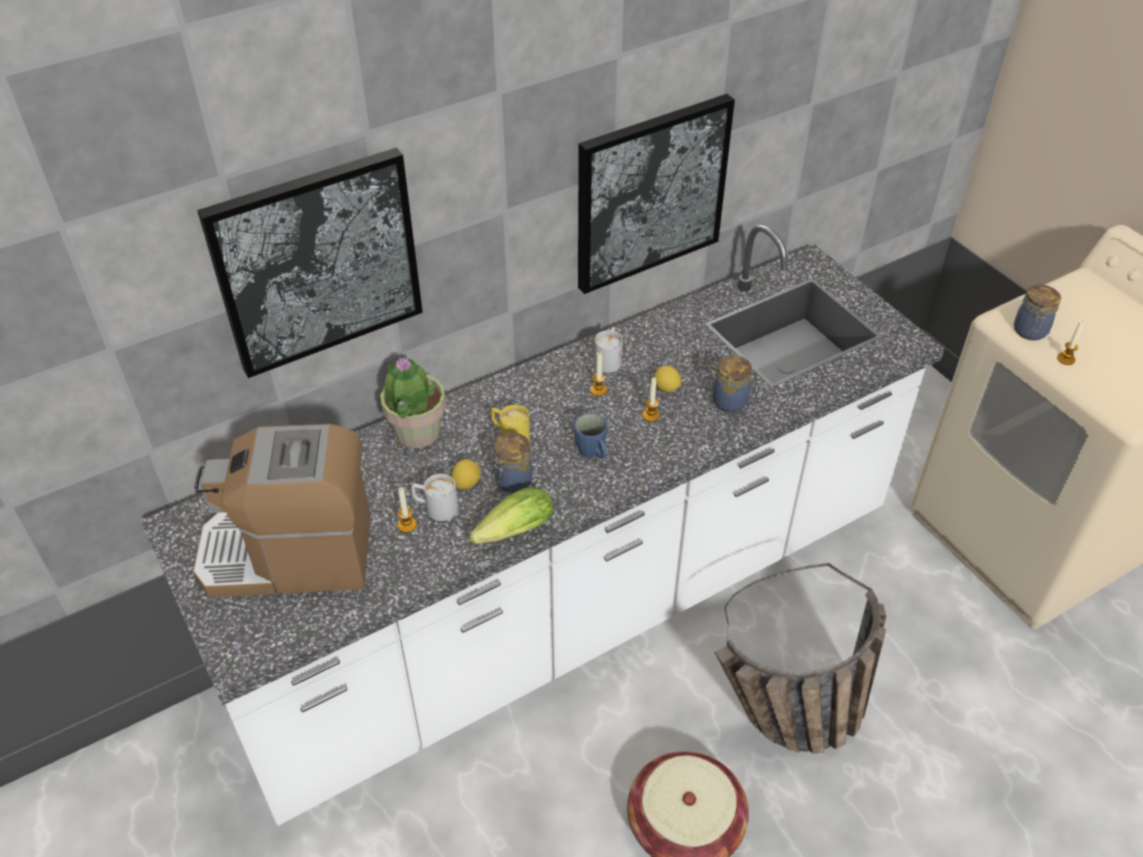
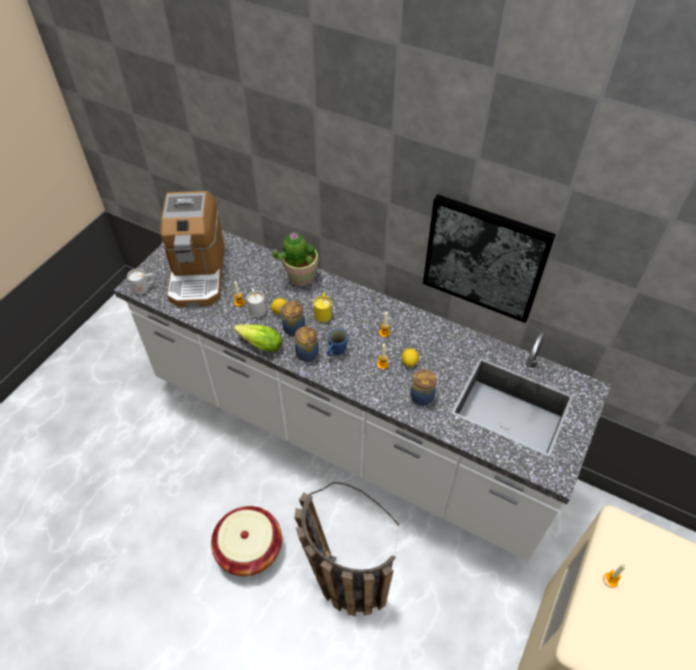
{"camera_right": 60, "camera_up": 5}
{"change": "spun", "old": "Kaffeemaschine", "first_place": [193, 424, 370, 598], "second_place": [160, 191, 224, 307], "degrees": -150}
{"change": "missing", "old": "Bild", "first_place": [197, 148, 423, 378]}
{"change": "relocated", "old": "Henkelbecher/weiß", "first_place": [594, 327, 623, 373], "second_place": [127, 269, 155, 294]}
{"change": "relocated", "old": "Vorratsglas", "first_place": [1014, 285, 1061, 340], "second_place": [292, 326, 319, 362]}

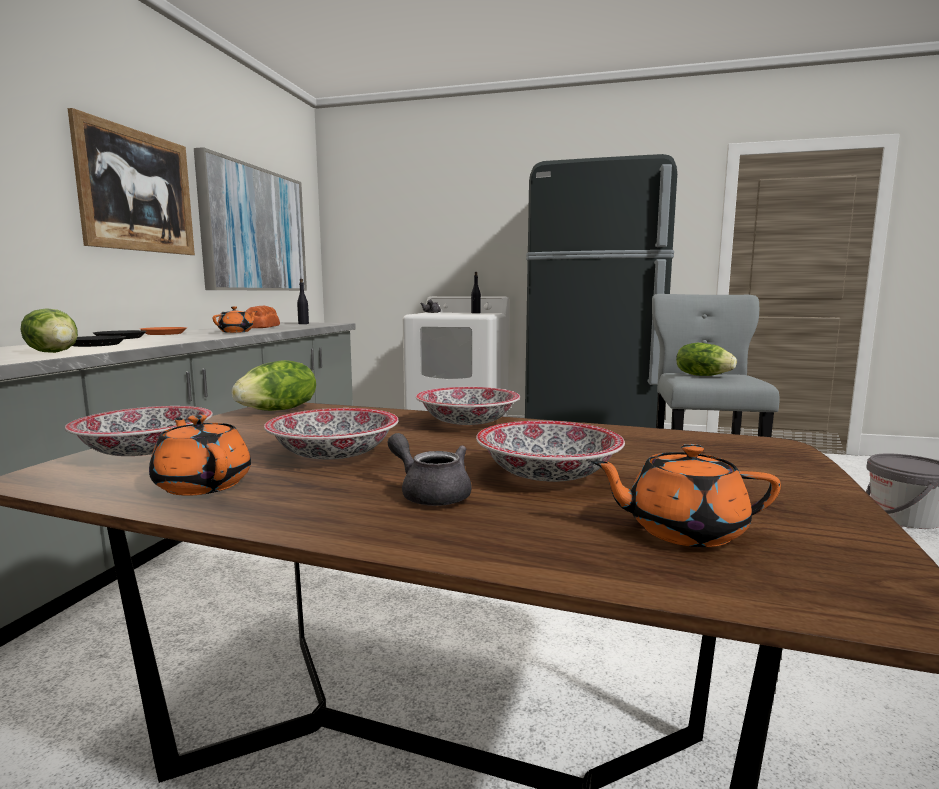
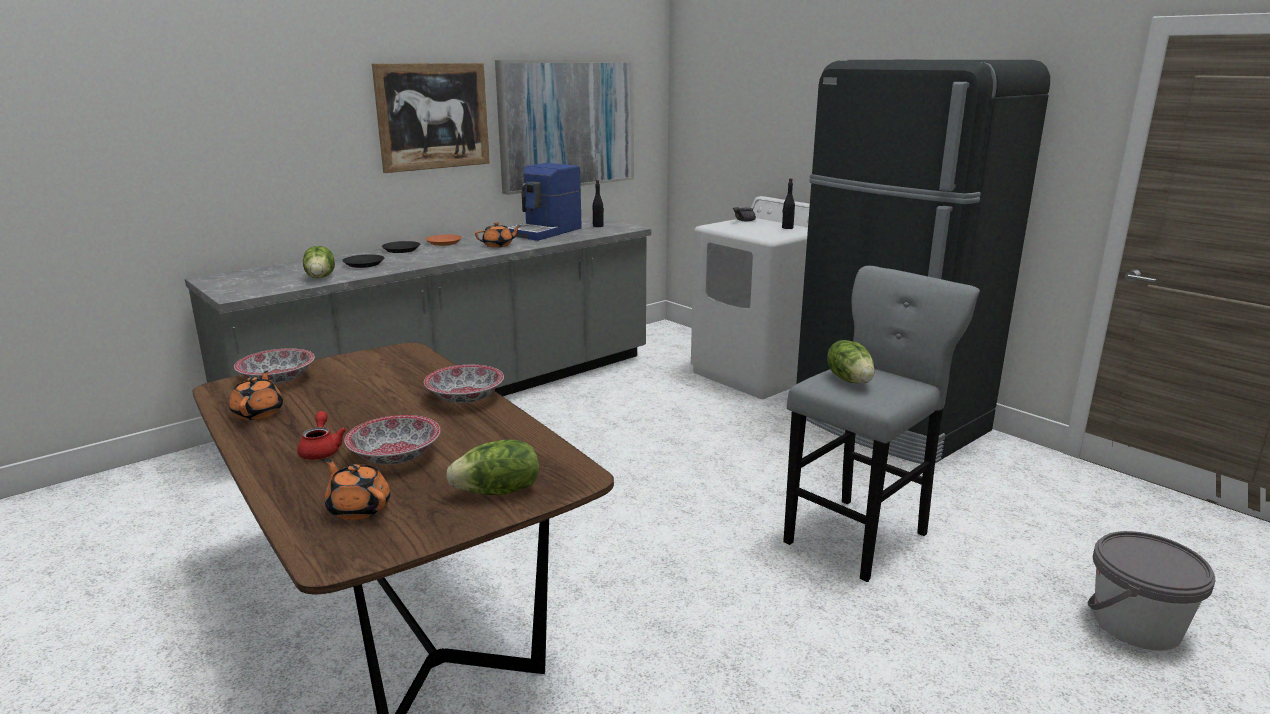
{"camera_right": 35, "camera_up": 10}
{"change": "relocated", "old": "Salatkopf", "first_place": [232, 360, 316, 411], "second_place": [446, 440, 539, 495]}
{"change": "exchanged", "old": "Brot", "new": "Kaffeemaschine", "first_place": [246, 306, 280, 328], "second_place": [508, 163, 582, 241]}
{"change": "missing", "old": "Schüssel", "first_place": [264, 408, 399, 460]}
{"change": "colour", "old": "Teekanne/grau", "new": "Teekanne/rot", "first_place": [388, 433, 472, 506], "second_place": [297, 411, 347, 460]}

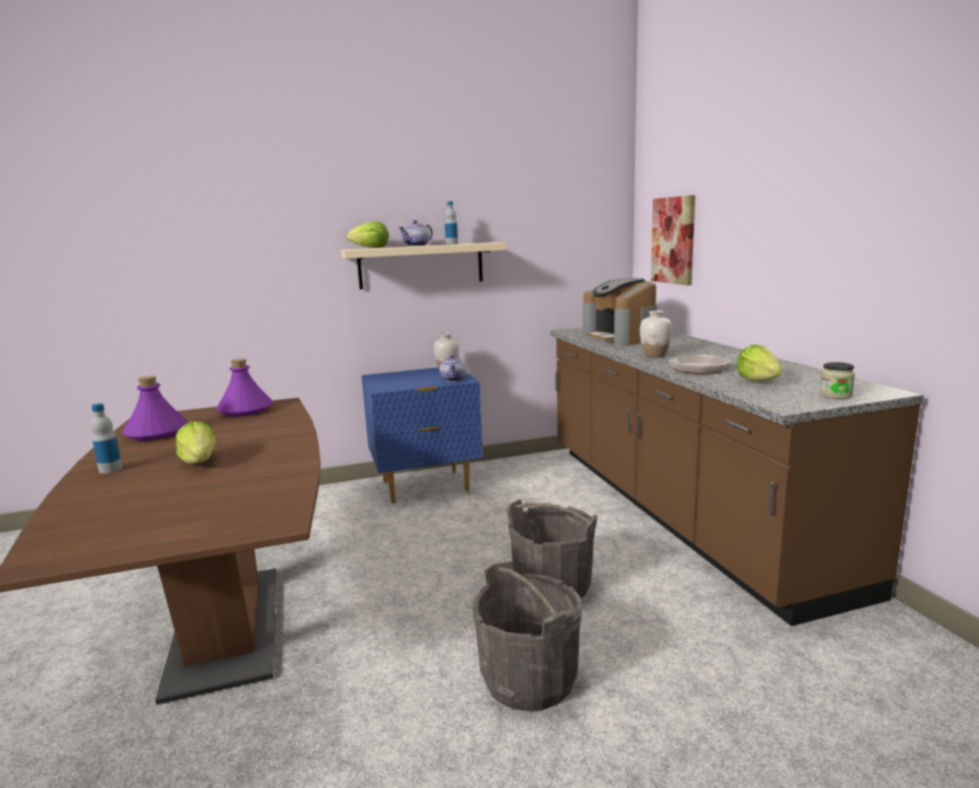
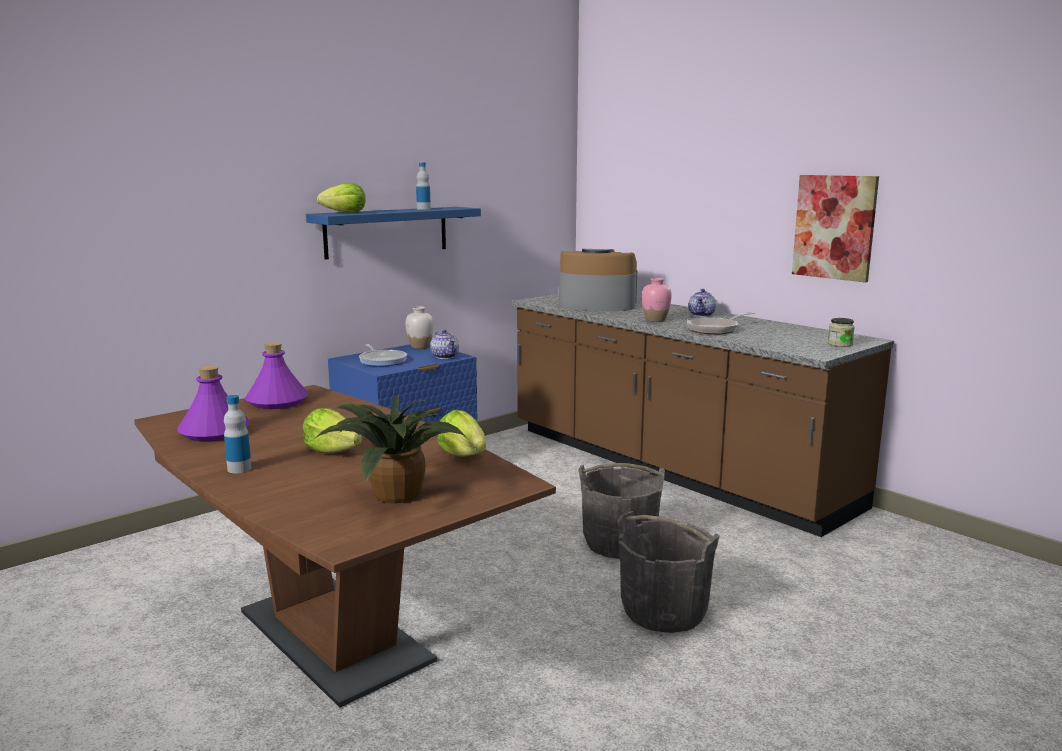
{"camera_right": -25, "camera_up": 0}
{"change": "colour", "old": "Wandregal/beige", "new": "Wandregal/blau", "first_place": [341, 242, 506, 289], "second_place": [306, 207, 481, 260]}
{"change": "relocated", "old": "Teekanne", "first_place": [399, 220, 433, 247], "second_place": [689, 289, 716, 317]}
{"change": "spun", "old": "Kaffeemaschine", "first_place": [583, 278, 657, 346], "second_place": [559, 249, 637, 311], "degrees": 150}
{"change": "colour", "old": "Vase/weiß", "new": "Vase/rosa", "first_place": [640, 310, 672, 357], "second_place": [642, 278, 672, 322]}
{"change": "relocated", "old": "Bild", "first_place": [651, 195, 695, 286], "second_place": [792, 175, 879, 282]}
{"change": "relocated", "old": "Salatkopf", "first_place": [737, 344, 782, 381], "second_place": [438, 410, 486, 457]}
{"change": "appeared", "new": "Topfpflanze", "second_place": [314, 395, 468, 503]}
{"change": "appeared", "new": "Pfanne", "second_place": [359, 344, 407, 367]}

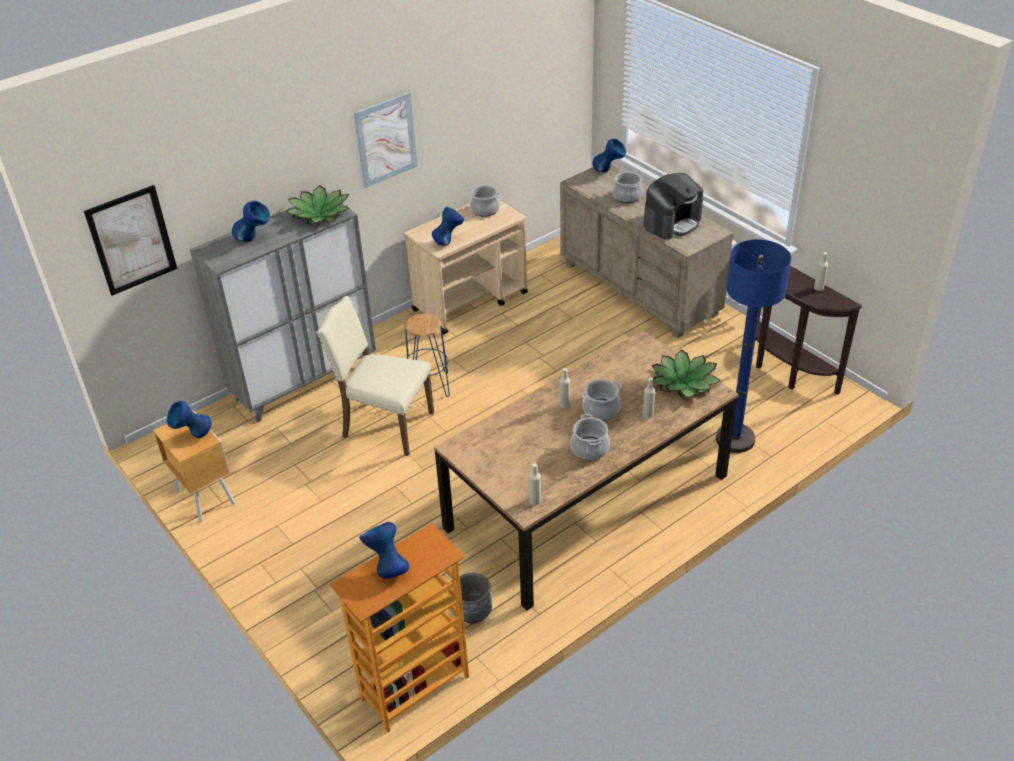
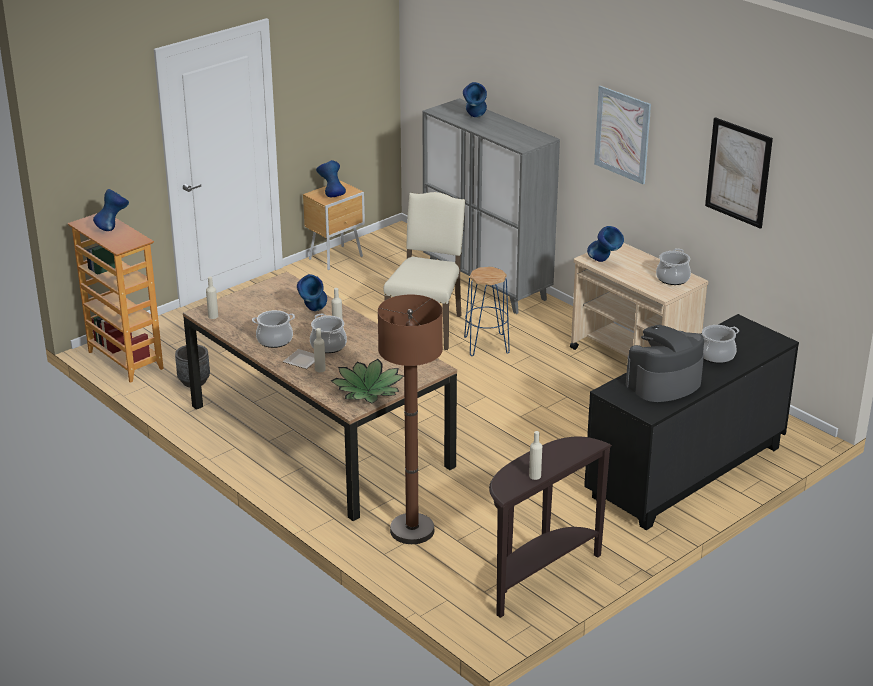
{"camera_right": 85, "camera_up": -10}
{"change": "relocated", "old": "Bild", "first_place": [84, 185, 177, 296], "second_place": [705, 117, 773, 229]}
{"change": "missing", "old": "Topfpflanze", "first_place": [286, 185, 350, 225]}
{"change": "colour", "old": "Kommode/beige", "new": "Kommode/schwarz", "first_place": [560, 165, 733, 338], "second_place": [584, 314, 799, 530]}
{"change": "relocated", "old": "Vase/blau", "first_place": [593, 138, 626, 172], "second_place": [297, 274, 327, 311]}
{"change": "spun", "old": "Kaffeemaschine", "first_place": [644, 173, 703, 240], "second_place": [626, 325, 704, 402], "degrees": 105}
{"change": "colour", "old": "Stehlampe/blau", "new": "Stehlampe/braun", "first_place": [716, 239, 791, 453], "second_place": [378, 295, 443, 544]}
{"change": "appeared", "new": "Teller", "second_place": [283, 349, 315, 369]}

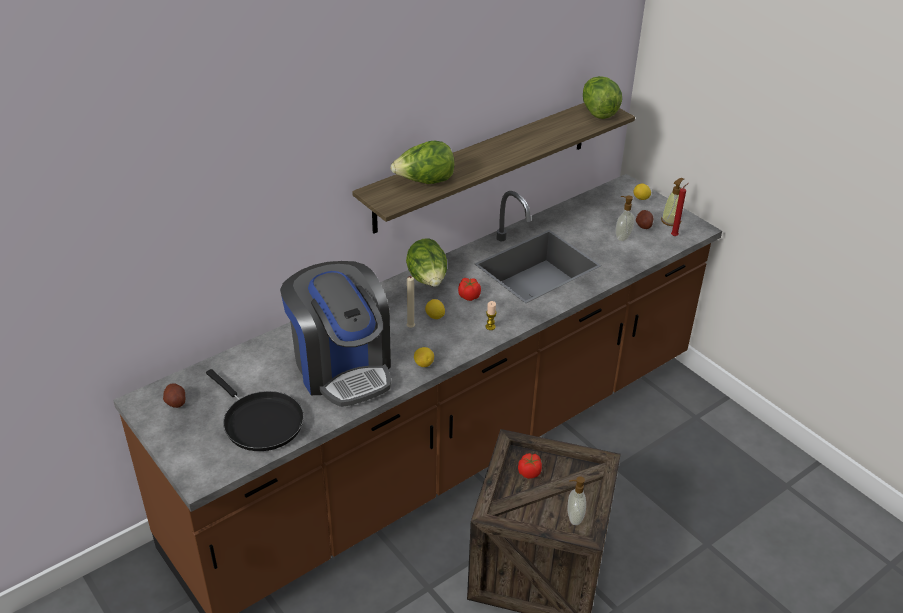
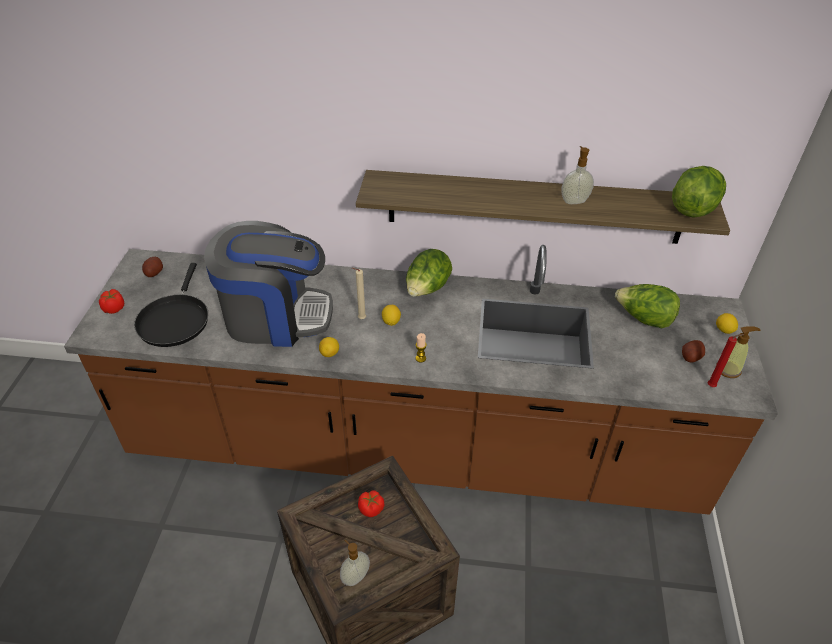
{"camera_right": 45, "camera_up": 5}
{"change": "spun", "old": "Kaffeemaschine", "first_place": [280, 261, 391, 407], "second_place": [204, 221, 333, 347], "degrees": -105}
{"change": "relocated", "old": "Salatkopf", "first_place": [390, 141, 455, 184], "second_place": [615, 284, 680, 328]}
{"change": "relocated", "old": "Tomate", "first_place": [458, 278, 481, 301], "second_place": [99, 289, 124, 314]}
{"change": "relocated", "old": "Seifenspender", "first_place": [615, 196, 635, 241], "second_place": [561, 146, 594, 204]}

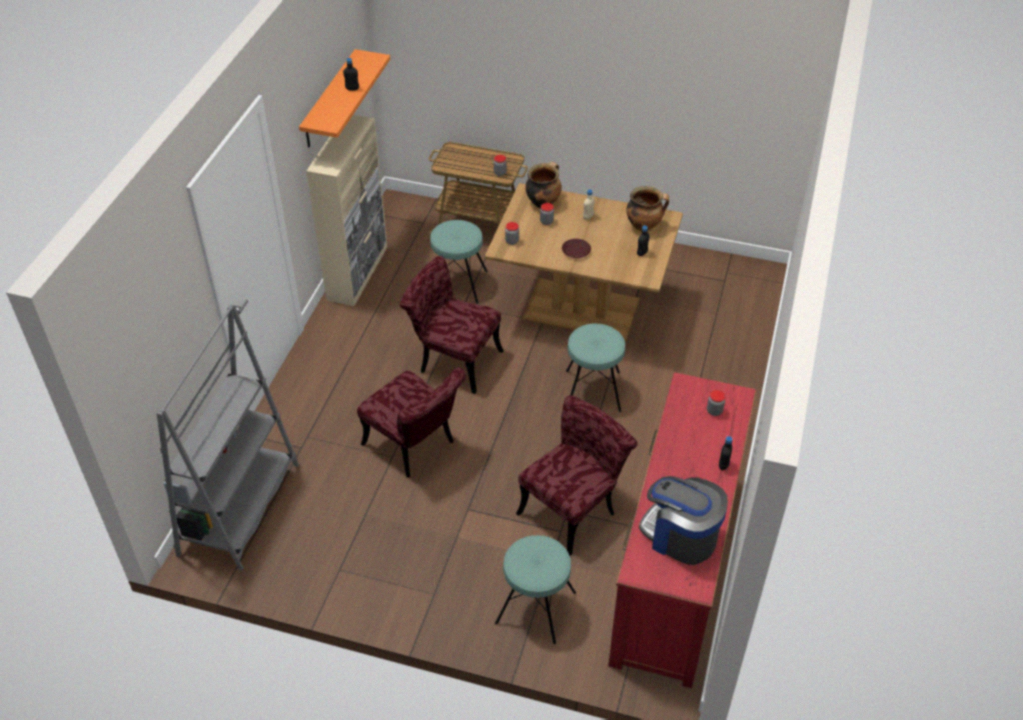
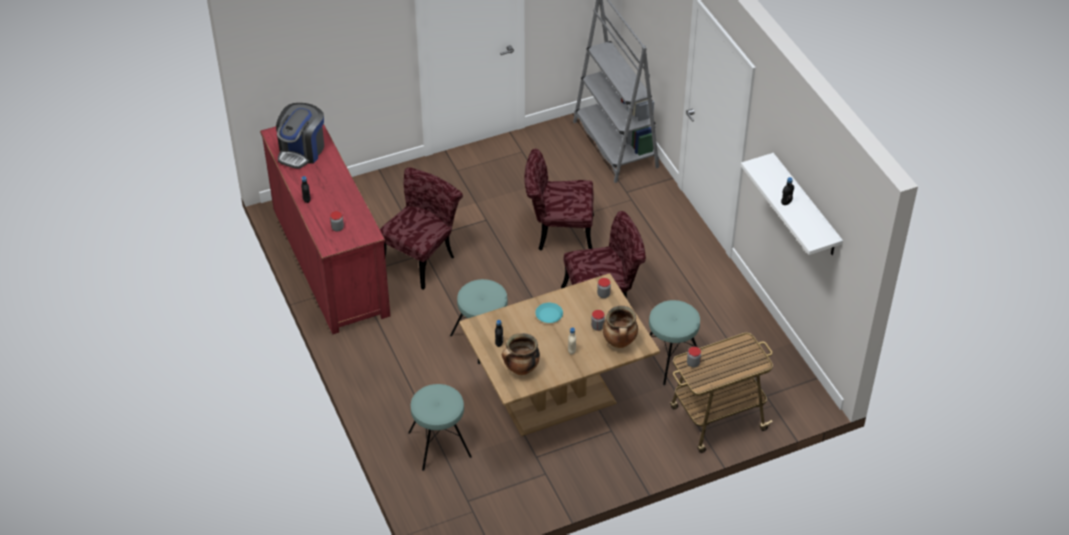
{"camera_right": 140, "camera_up": 0}
{"change": "colour", "old": "Wandregal/orange", "new": "Wandregal/weiß", "first_place": [299, 49, 390, 147], "second_place": [741, 153, 843, 255]}
{"change": "missing", "old": "Schrank/beige", "first_place": [306, 115, 387, 306]}
{"change": "relocated", "old": "Hocker/türkis", "first_place": [495, 535, 576, 644], "second_place": [408, 384, 472, 471]}
{"change": "spun", "old": "Stuhl/rot", "first_place": [516, 396, 638, 556], "second_place": [380, 167, 463, 290], "degrees": -150}
{"change": "colour", "old": "Teller/braun", "new": "Teller/türkis", "first_place": [562, 239, 591, 258], "second_place": [535, 303, 563, 323]}
{"change": "spun", "old": "Kaffeemaschine", "first_place": [639, 476, 728, 565], "second_place": [276, 103, 324, 169], "degrees": 120}

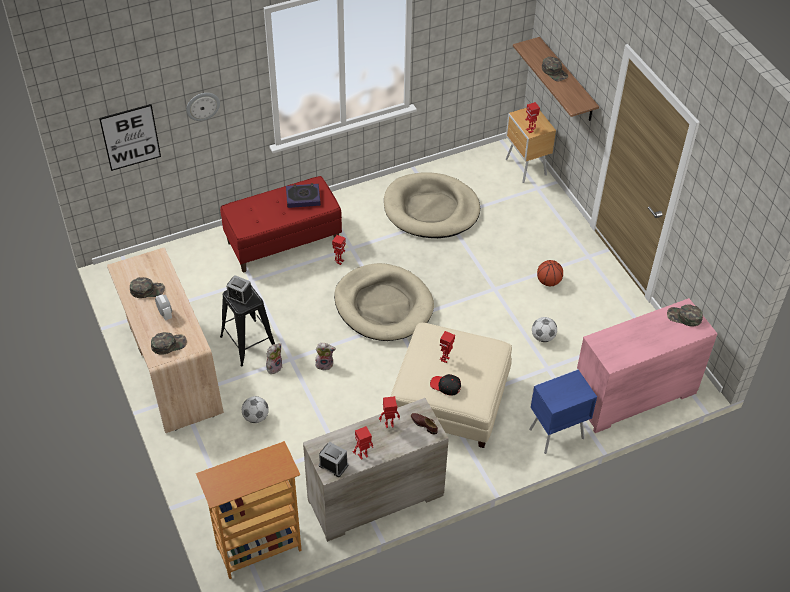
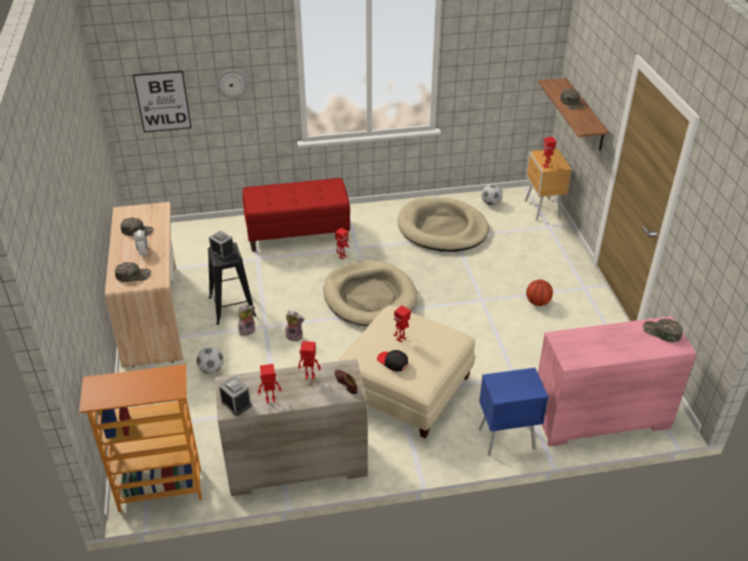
{"camera_right": 15, "camera_up": -10}
{"change": "missing", "old": "Buch", "first_place": [286, 183, 321, 208]}
{"change": "relocated", "old": "Fußball", "first_place": [532, 317, 557, 342], "second_place": [481, 184, 503, 205]}

